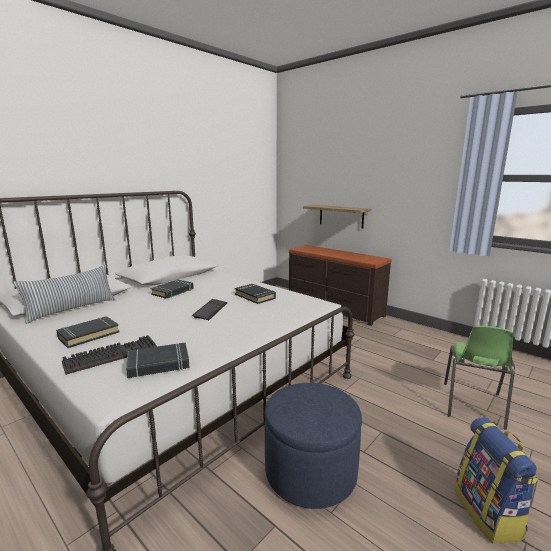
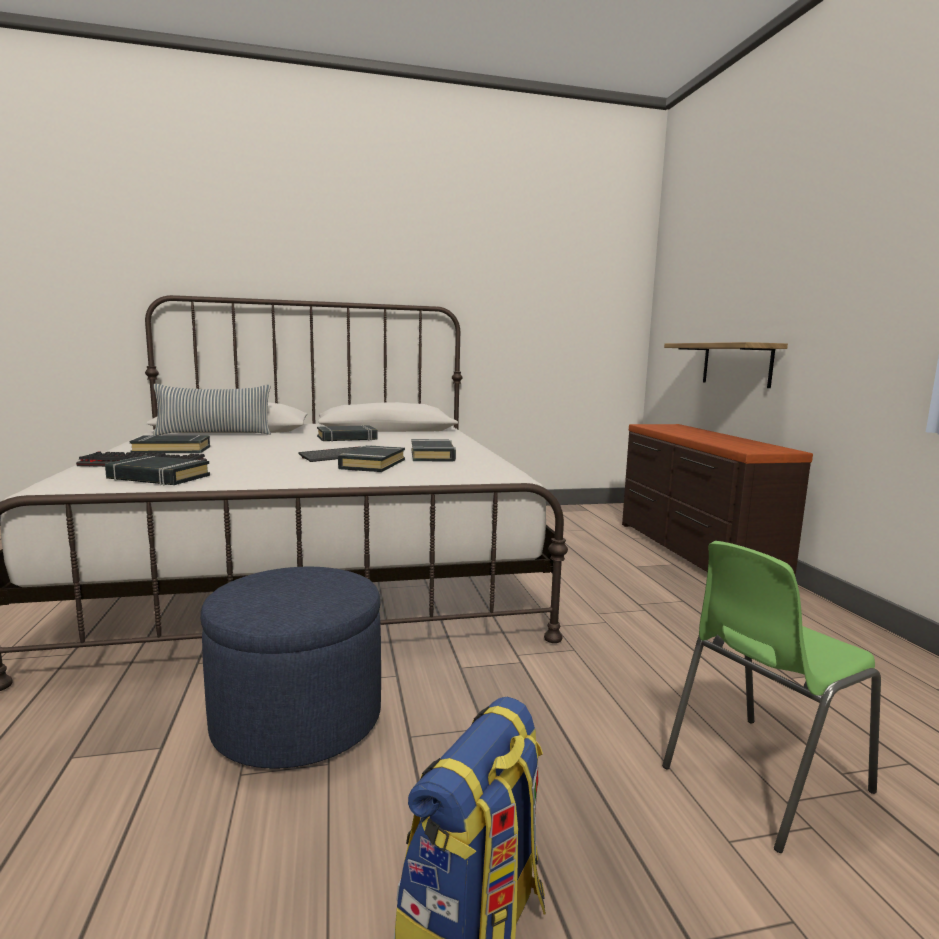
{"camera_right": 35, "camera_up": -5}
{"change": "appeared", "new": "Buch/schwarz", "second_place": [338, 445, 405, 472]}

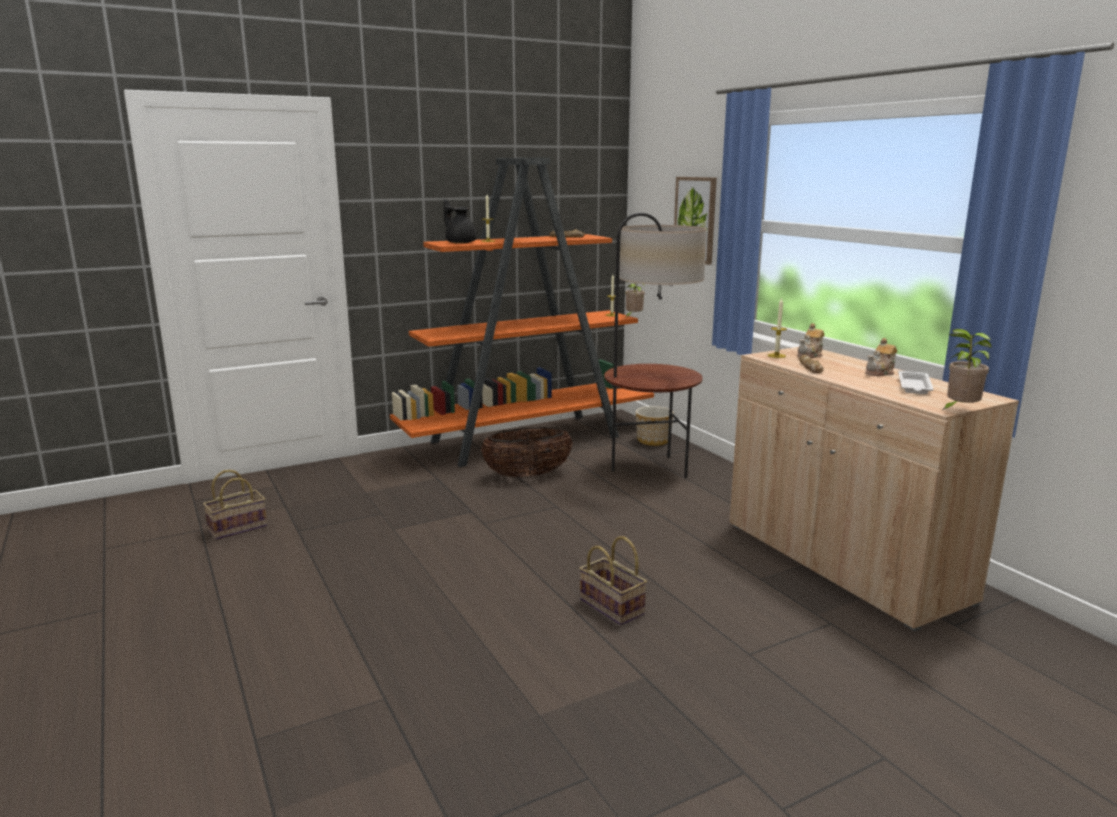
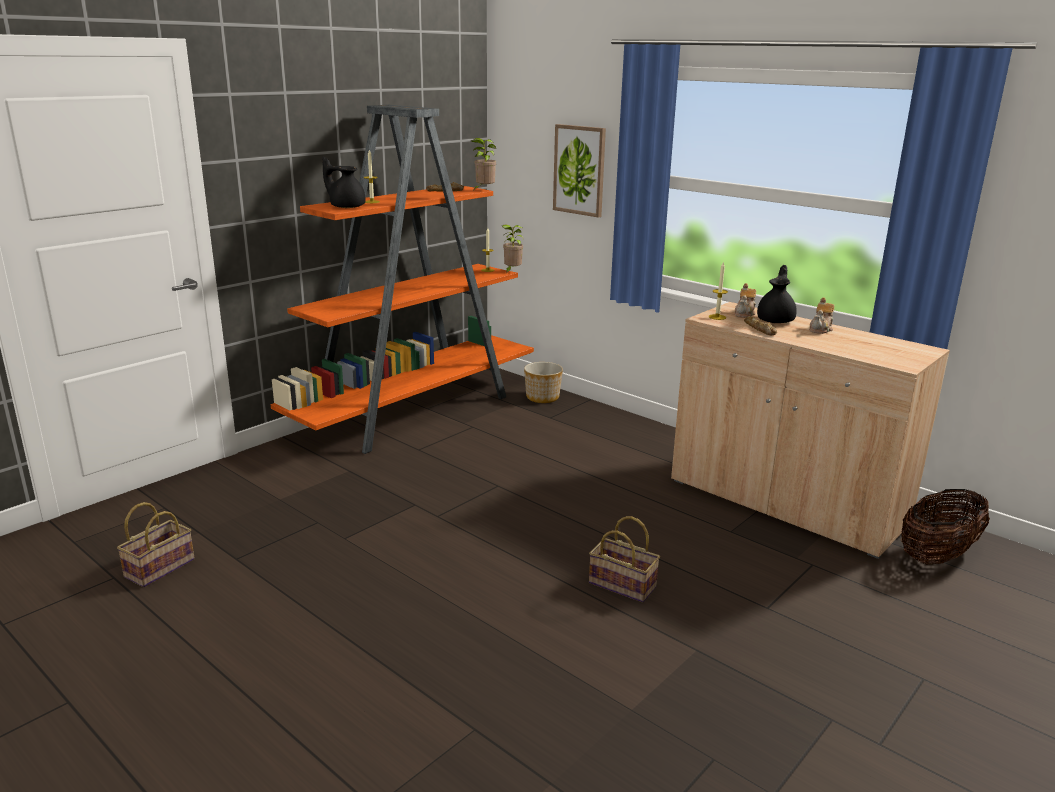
{"camera_right": -20, "camera_up": 5}
{"change": "relocated", "old": "Korb", "first_place": [481, 427, 573, 477], "second_place": [900, 489, 990, 565]}
{"change": "missing", "old": "Stehlampe", "first_place": [604, 213, 706, 478]}
{"change": "missing", "old": "Tablett/weiß", "first_place": [898, 371, 934, 394]}
{"change": "relocated", "old": "Topfpflanze", "first_place": [940, 329, 992, 412], "second_place": [471, 138, 496, 189]}
{"change": "appeared", "new": "Teekanne/schwarz", "second_place": [757, 265, 797, 323]}

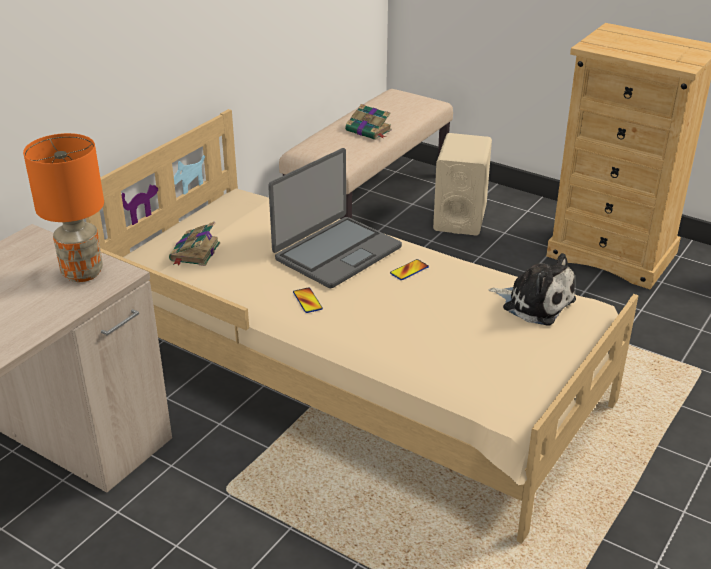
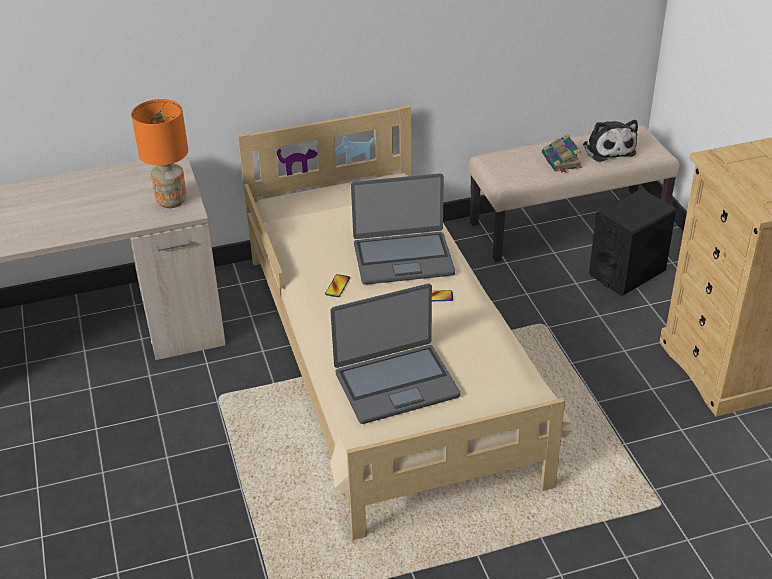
{"camera_right": 40, "camera_up": 5}
{"change": "missing", "old": "Buch", "first_place": [169, 222, 220, 266]}
{"change": "colour", "old": "Lautsprecher/beige", "new": "Lautsprecher/schwarz", "first_place": [433, 133, 492, 236], "second_place": [589, 189, 676, 296]}
{"change": "relocated", "old": "Plüschtier", "first_place": [488, 253, 576, 326], "second_place": [583, 120, 638, 162]}
{"change": "appeared", "new": "Laptop", "second_place": [330, 284, 460, 424]}

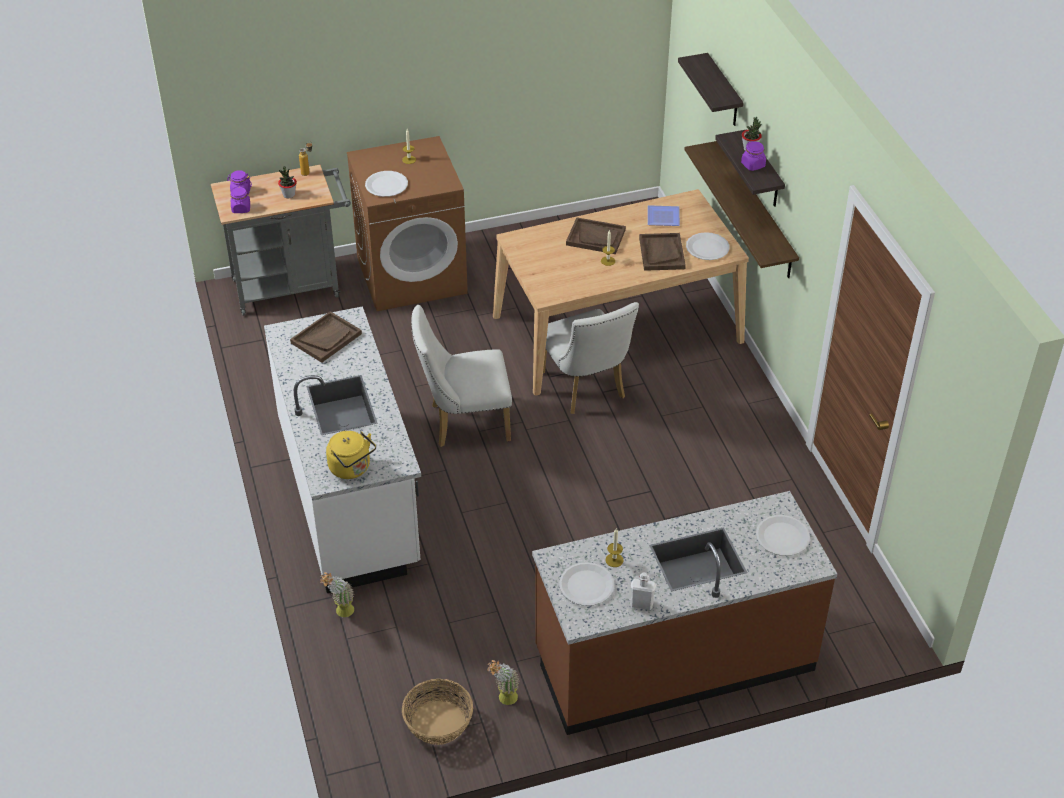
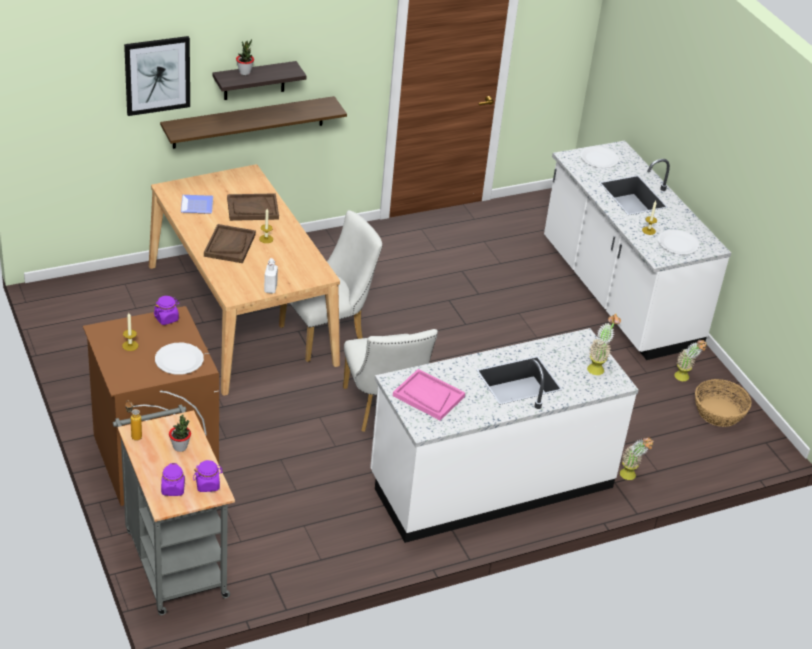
{"camera_right": -100, "camera_up": -5}
{"change": "colour", "old": "Tablett/braun", "new": "Tablett/rosa", "first_place": [290, 311, 362, 363], "second_place": [393, 369, 465, 421]}
{"change": "exchanged", "old": "Wasserkessel/gelb", "new": "Topfpflanze", "first_place": [326, 431, 376, 479], "second_place": [587, 314, 621, 375]}
{"change": "colour", "old": "Küchenzeile/braun", "new": "Küchenzeile/weiß", "first_place": [532, 491, 837, 735], "second_place": [544, 141, 731, 360]}
{"change": "relocated", "old": "Flasche/weiß", "first_place": [631, 573, 656, 610], "second_place": [264, 258, 278, 294]}
{"change": "exchanged", "old": "Wandregal", "new": "Bild", "first_place": [678, 53, 744, 126], "second_place": [124, 36, 190, 116]}
{"change": "missing", "old": "Teller/weiß", "first_place": [686, 232, 730, 260]}
{"change": "relocated", "old": "Vorratsglas/lila", "first_place": [741, 141, 766, 171], "second_place": [154, 296, 179, 325]}

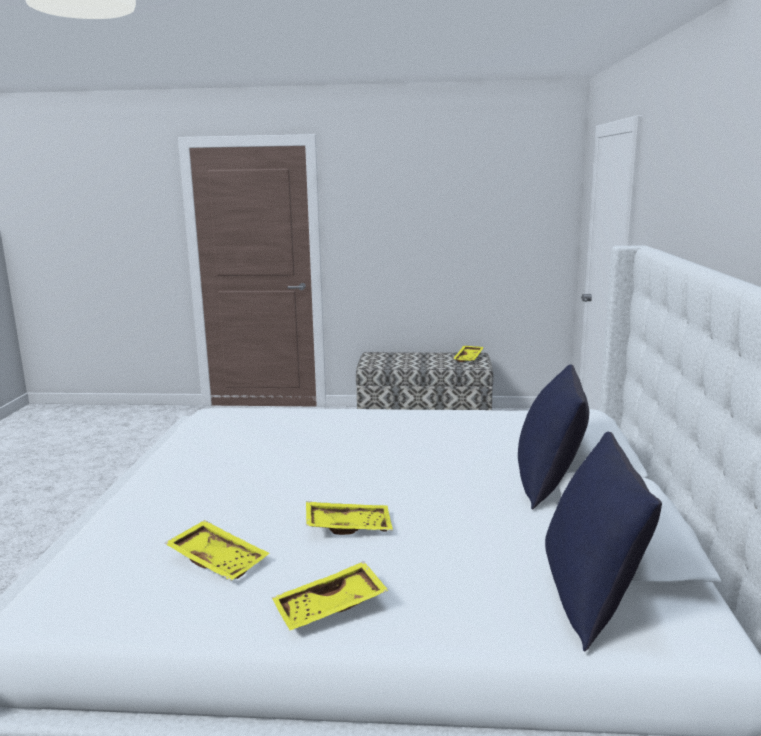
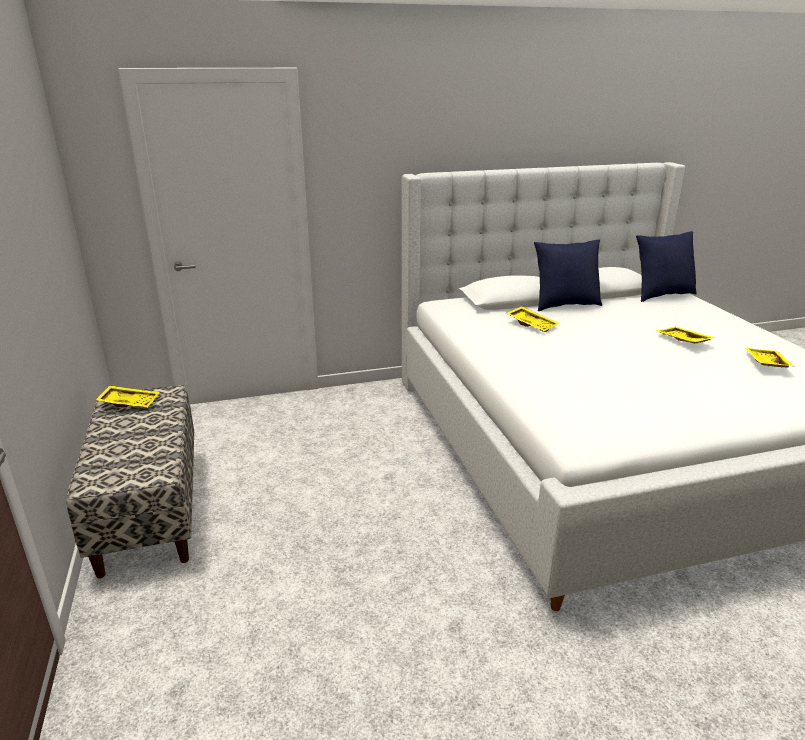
{"camera_right": -110, "camera_up": 10}
{"change": "relocated", "old": "Tablett/gelb", "first_place": [272, 562, 388, 630], "second_place": [506, 306, 559, 332]}

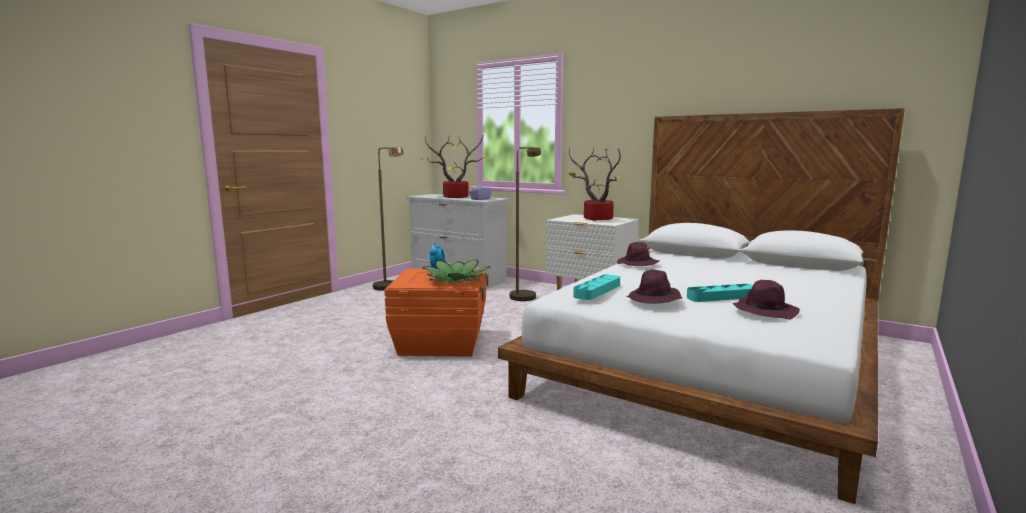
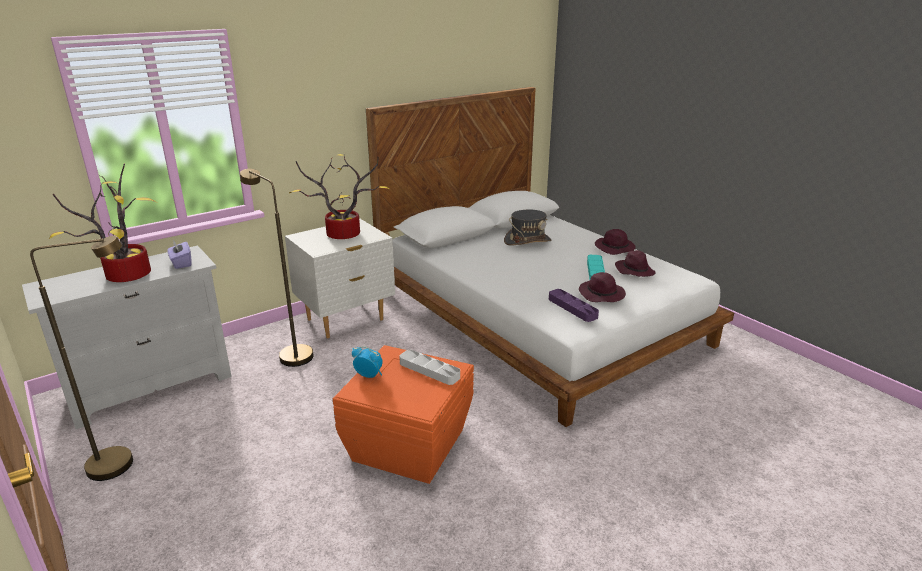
{"camera_right": -70, "camera_up": 15}
{"change": "exchanged", "old": "Topfpflanze", "new": "Tablett/grau", "first_place": [421, 259, 491, 283], "second_place": [399, 350, 460, 385]}
{"change": "colour", "old": "Tablett/türkis", "new": "Tablett/lila", "first_place": [573, 274, 620, 300], "second_place": [549, 289, 599, 322]}
{"change": "relocated", "old": "Hut/lila", "first_place": [617, 242, 659, 266], "second_place": [595, 229, 636, 255]}
{"change": "appeared", "new": "Hut/grau", "second_place": [504, 210, 551, 246]}

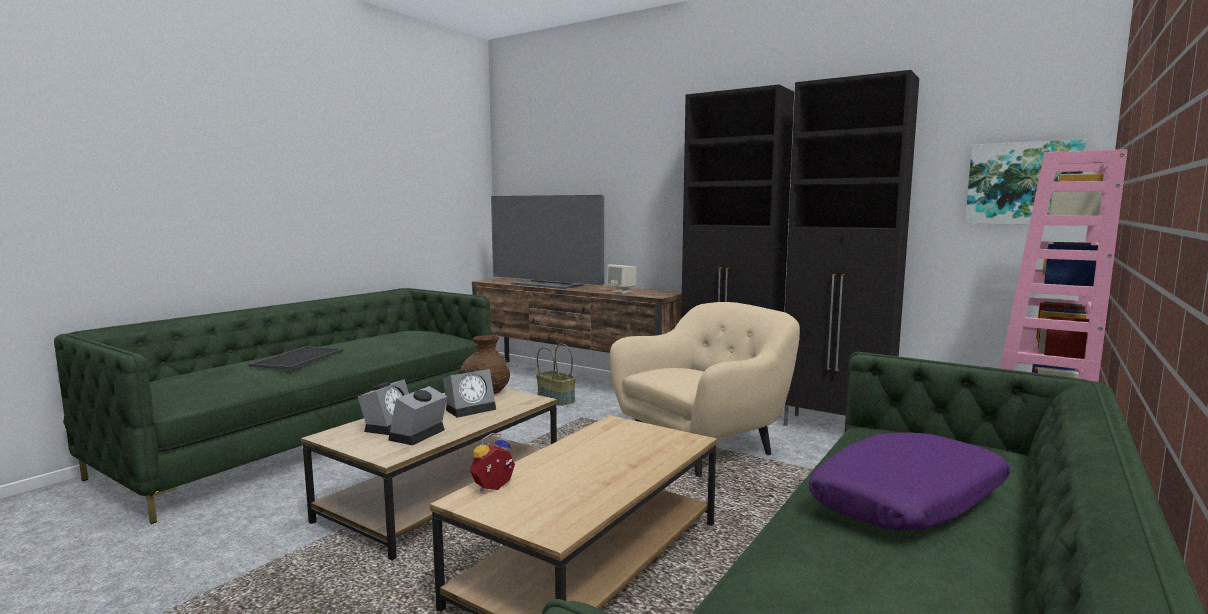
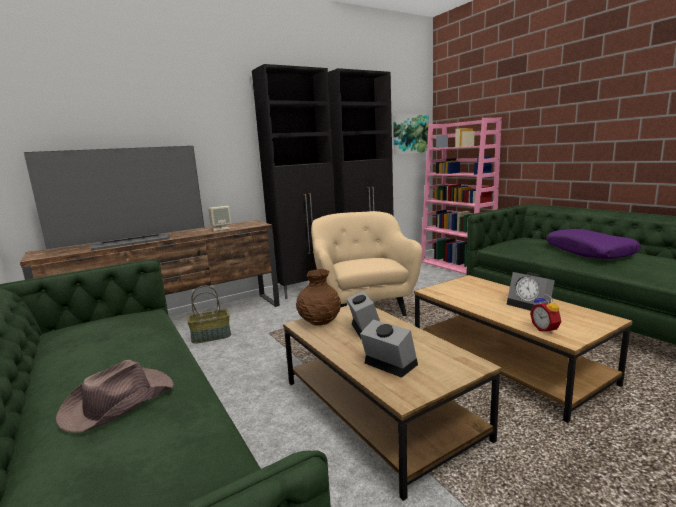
{"camera_right": -65, "camera_up": 5}
{"change": "exchanged", "old": "Tablett", "new": "Hut/braun", "first_place": [248, 346, 343, 370], "second_place": [56, 360, 174, 433]}
{"change": "relocated", "old": "Wecker", "first_place": [388, 386, 448, 446], "second_place": [506, 272, 555, 311]}

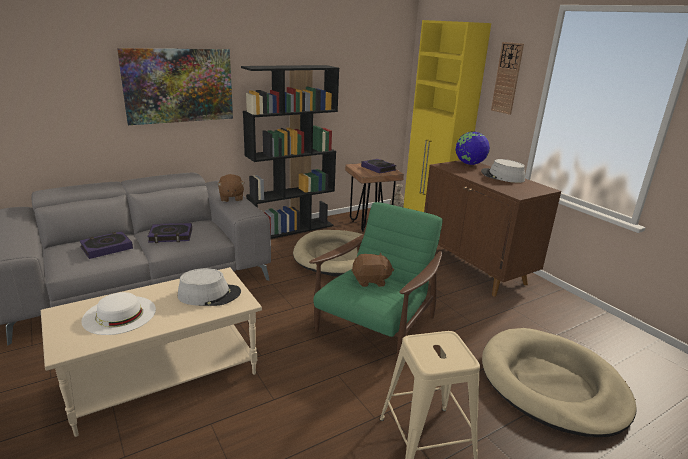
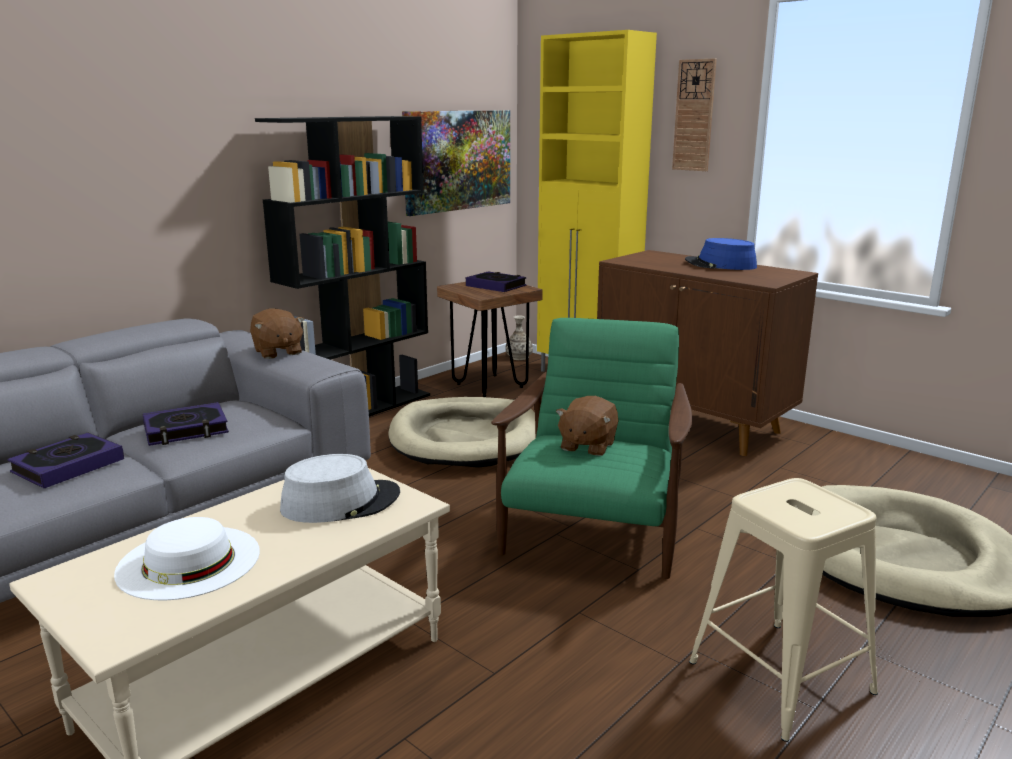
{"camera_right": -15, "camera_up": -5}
{"change": "relocated", "old": "Bild", "first_place": [117, 48, 233, 125], "second_place": [402, 110, 510, 216]}
{"change": "spun", "old": "Plüschtier/braun", "first_place": [352, 253, 394, 287], "second_place": [556, 396, 619, 456], "degrees": 135}
{"change": "missing", "old": "Globus", "first_place": [455, 131, 490, 165]}
{"change": "colour", "old": "Hut/grau", "new": "Hut/blau", "first_place": [481, 159, 525, 183], "second_place": [685, 238, 757, 270]}

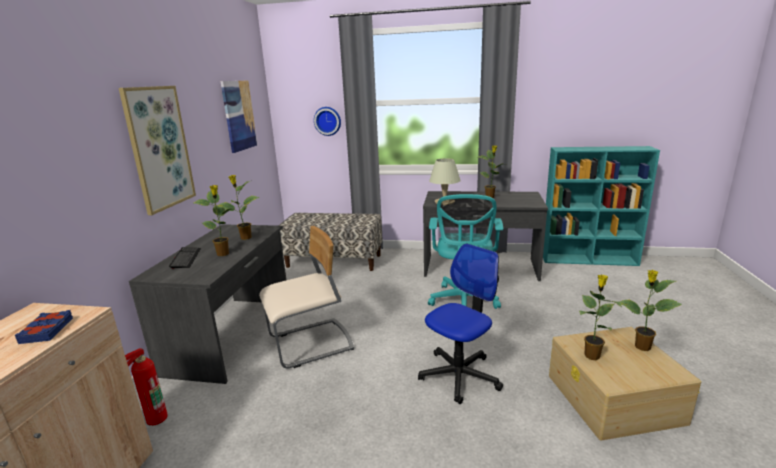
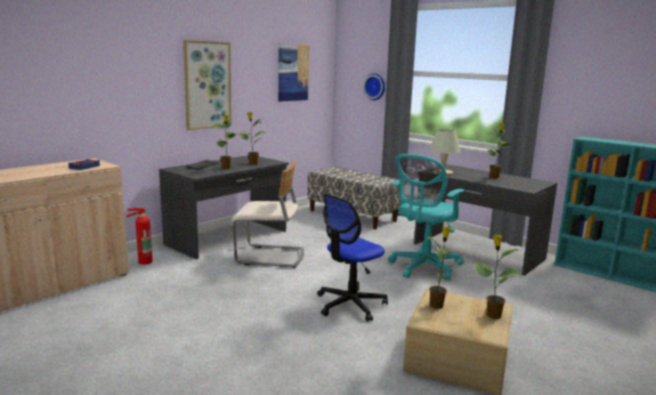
{"camera_right": 30, "camera_up": -5}
{"change": "spun", "old": "Bürostuhl", "first_place": [418, 244, 503, 404], "second_place": [317, 194, 388, 322], "degrees": 150}

